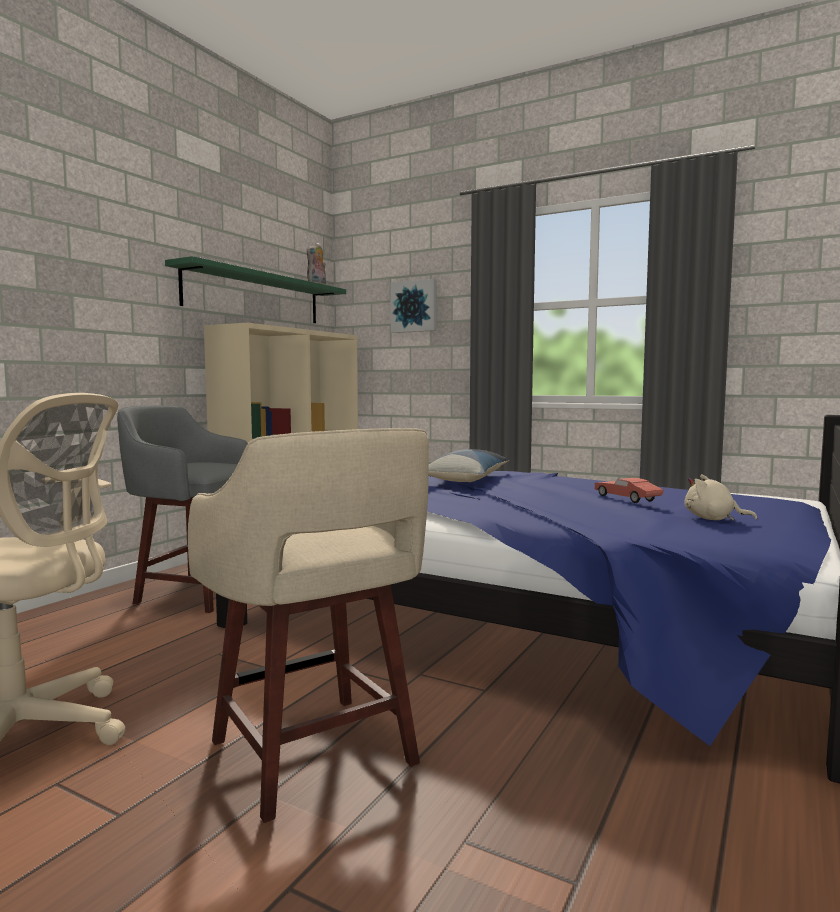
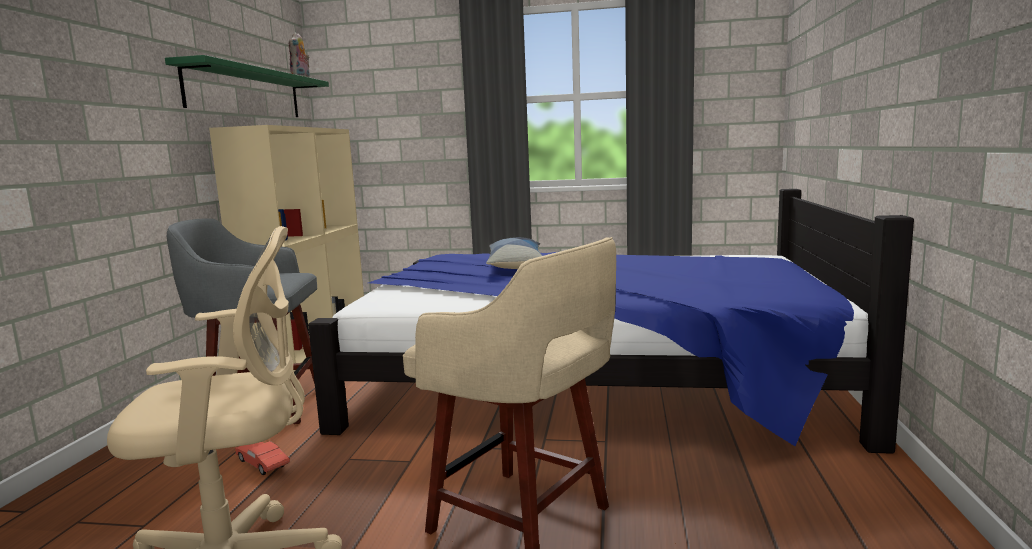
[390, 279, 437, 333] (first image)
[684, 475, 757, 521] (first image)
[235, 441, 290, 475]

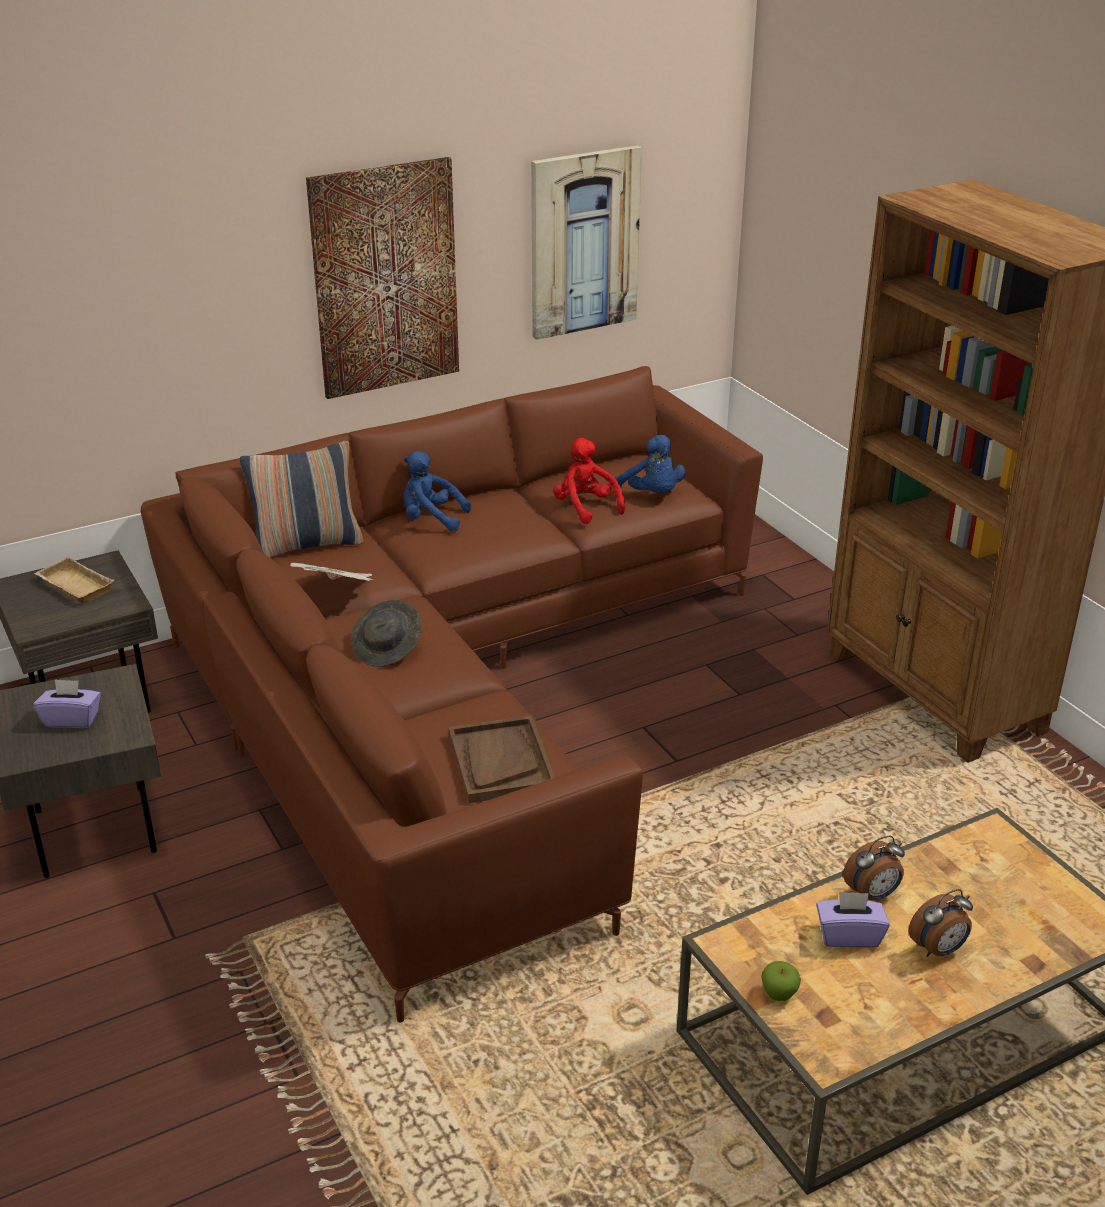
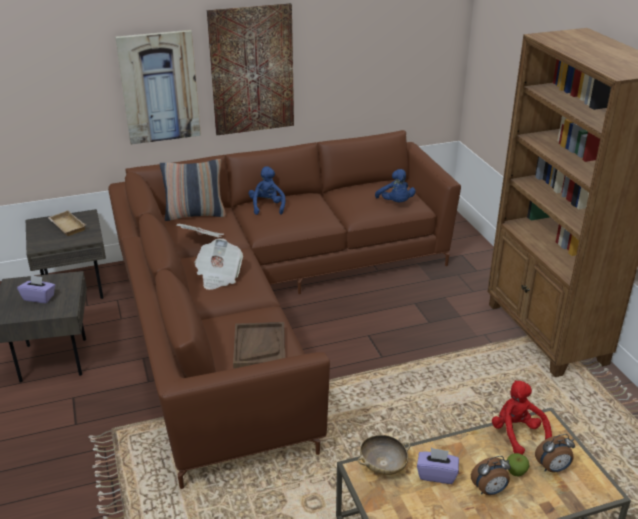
[358, 435, 410, 475]
[115, 30, 201, 145]
[492, 380, 552, 455]
[507, 453, 530, 476]
[535, 434, 575, 473]
[195, 238, 243, 290]
[249, 166, 286, 215]

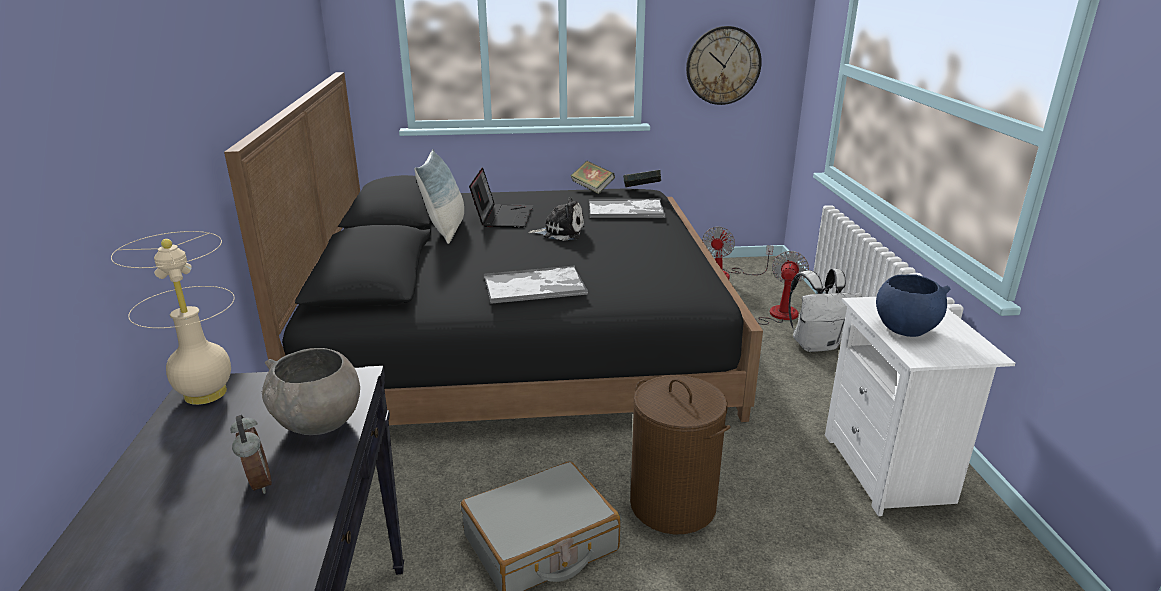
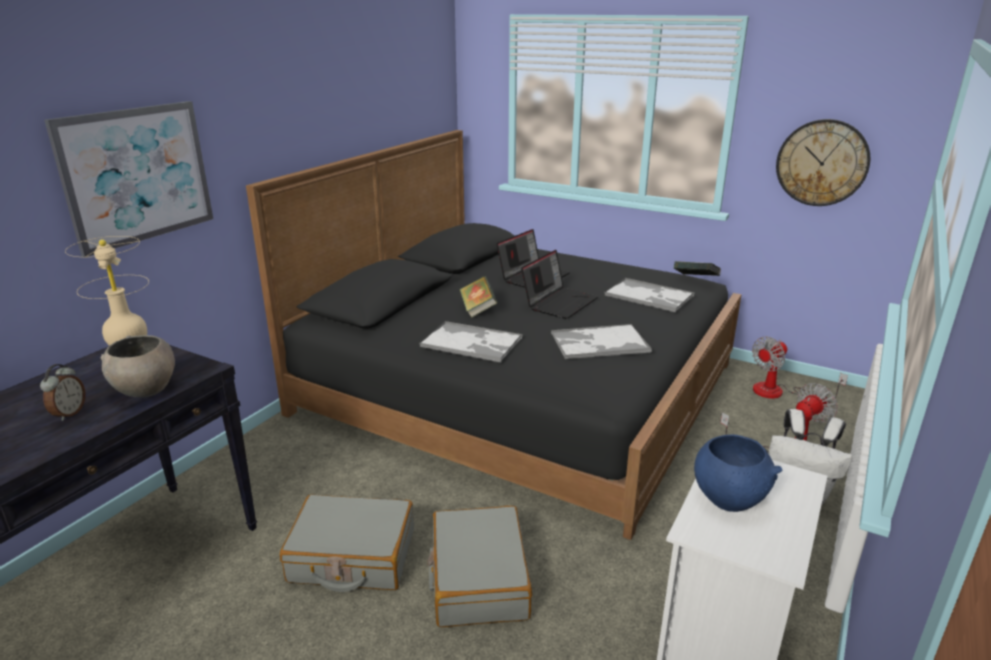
[414, 149, 464, 244] (first image)
[44, 101, 213, 257]
[551, 324, 652, 359]
[459, 276, 498, 318]
[521, 250, 598, 319]
[427, 506, 532, 627]

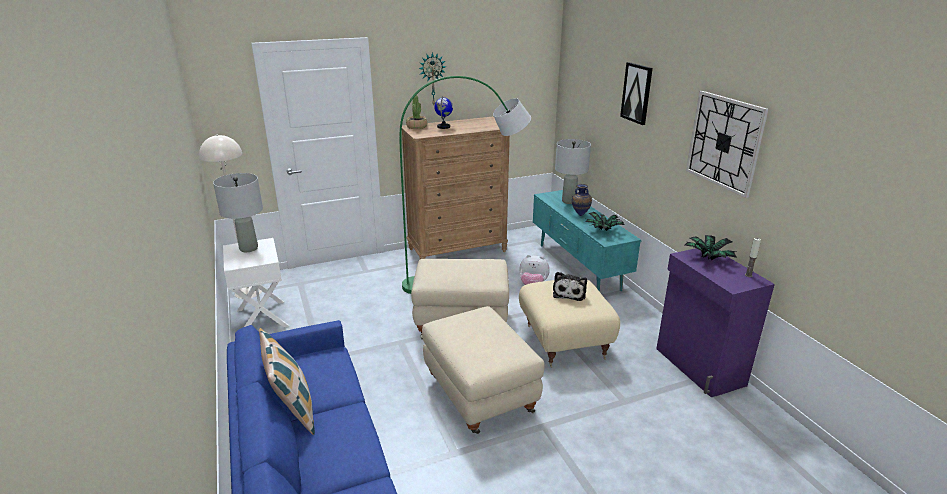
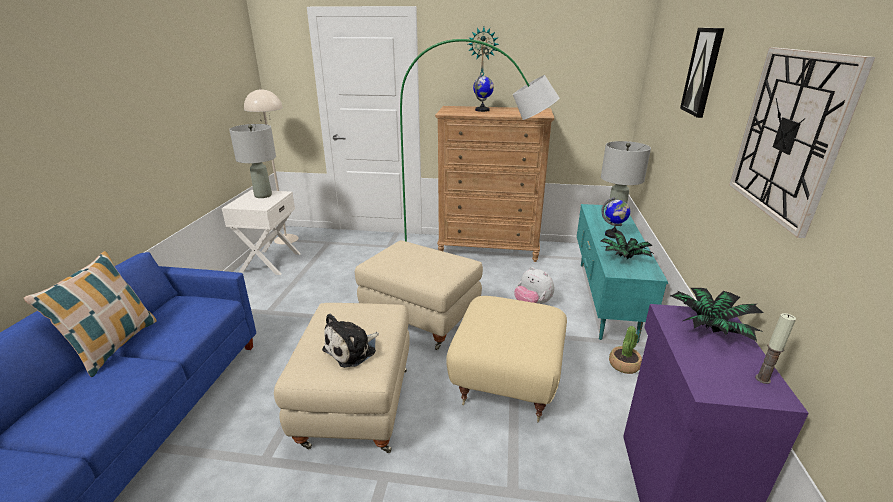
[609, 326, 642, 374]
[322, 313, 379, 368]
[601, 197, 630, 238]

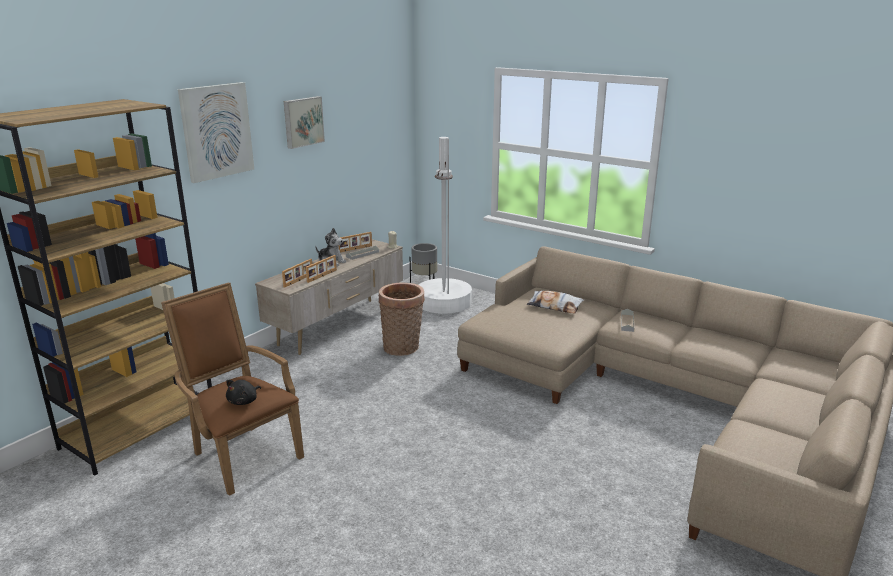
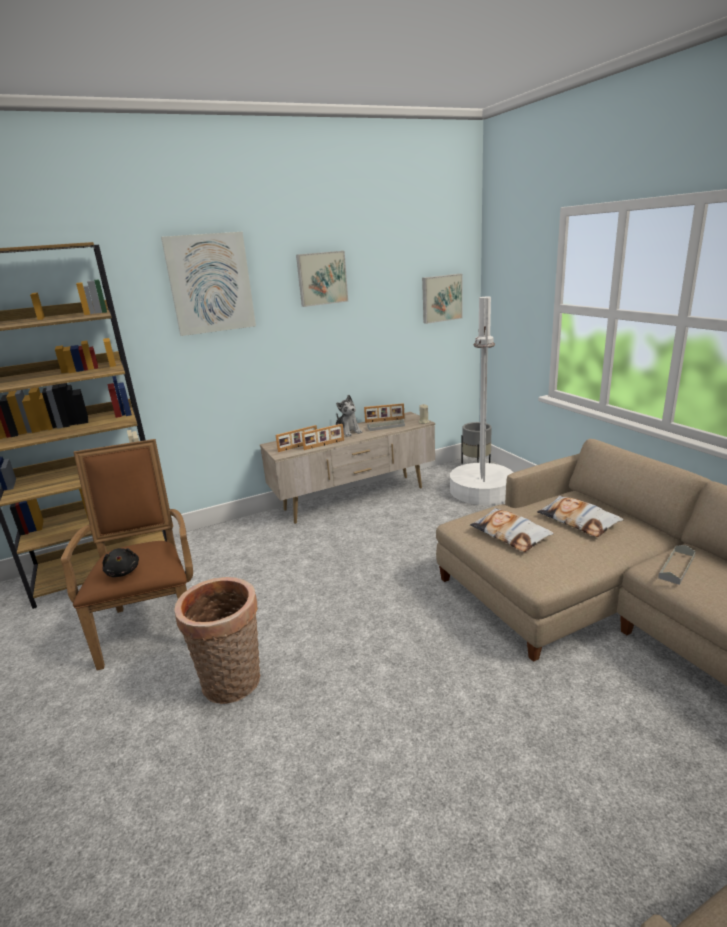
[422, 274, 463, 324]
[470, 508, 554, 552]
[174, 577, 260, 704]
[103, 548, 139, 577]

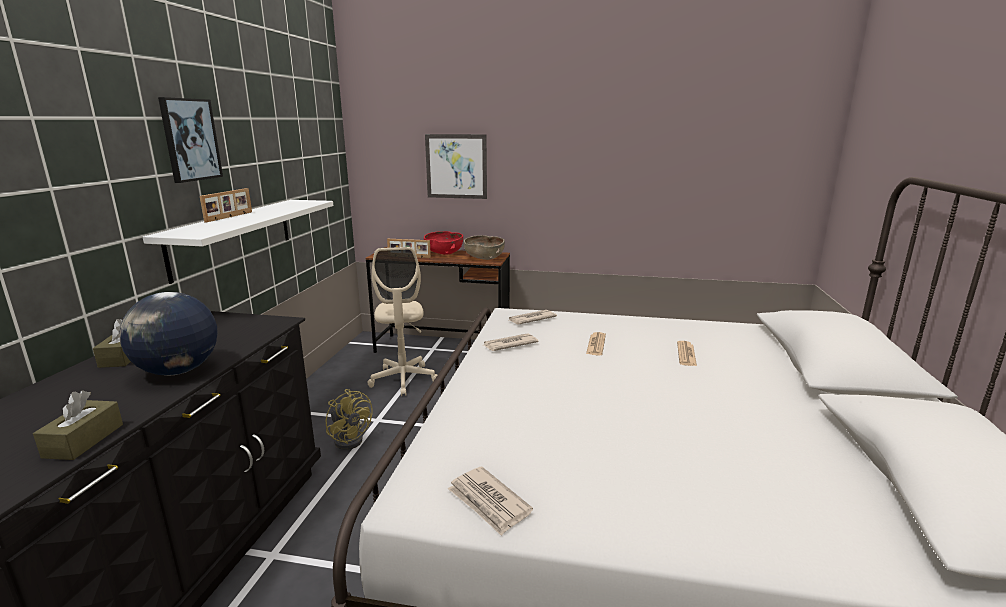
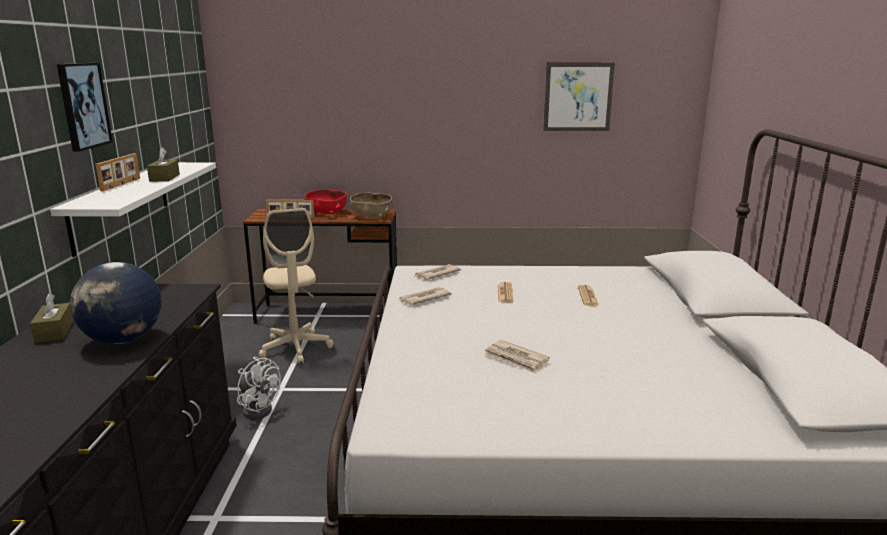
[147, 147, 180, 182]
[543, 62, 615, 131]
[484, 340, 550, 373]
[237, 357, 281, 419]

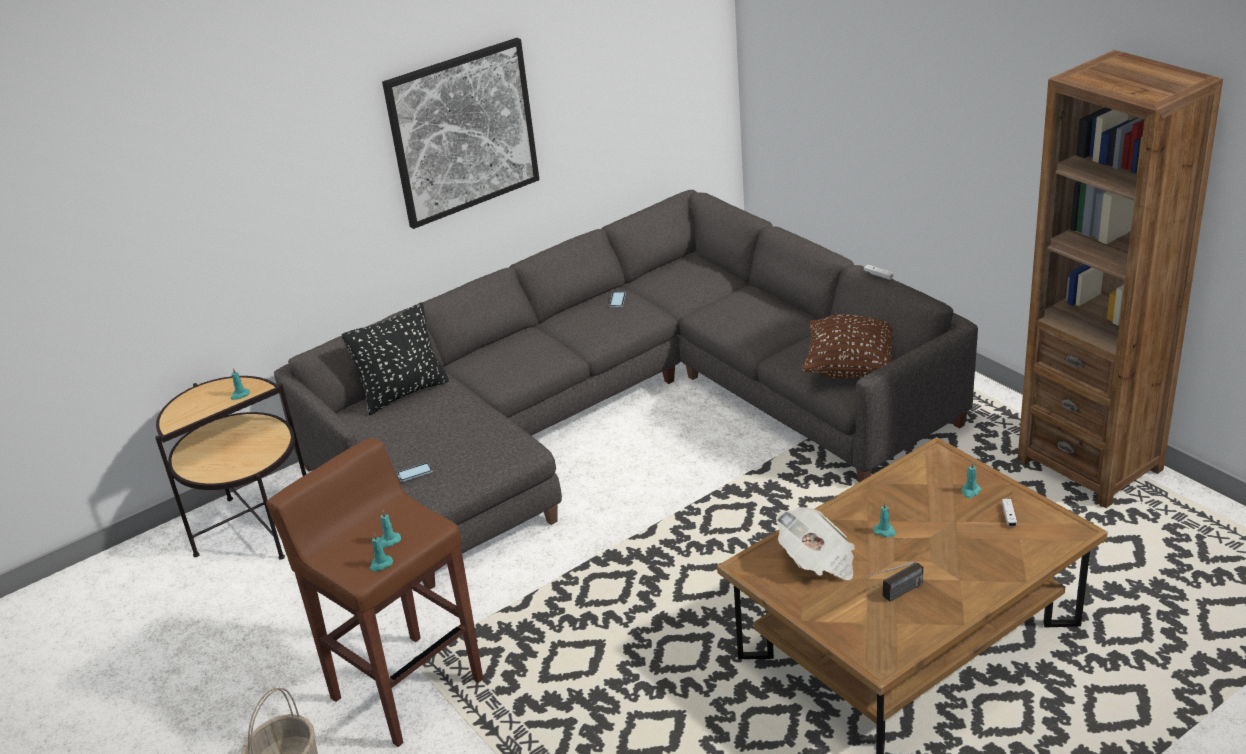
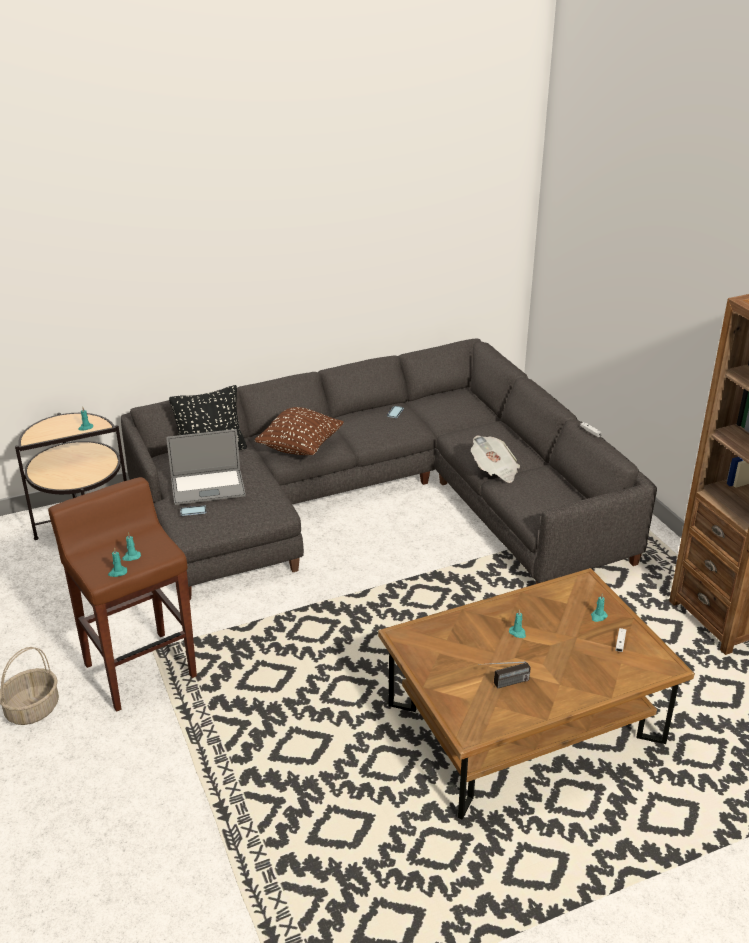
[382, 38, 540, 229] (first image)
[166, 429, 246, 505]
[471, 435, 520, 483]
[255, 407, 344, 455]

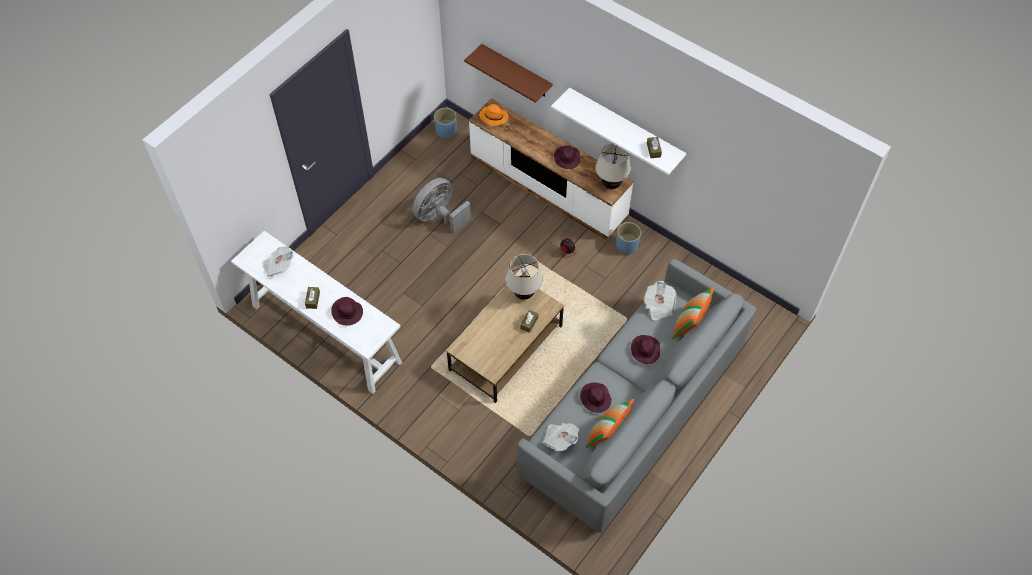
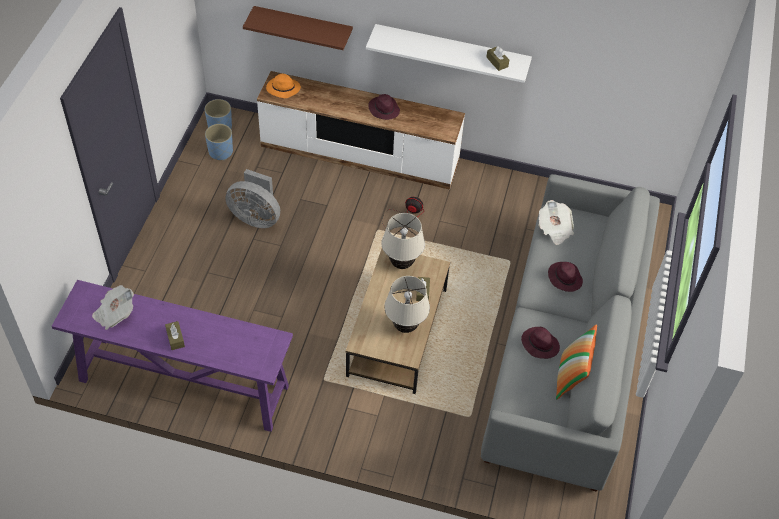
[331, 297, 363, 326] (first image)
[543, 423, 579, 451] (first image)
[672, 286, 715, 340] (first image)
[384, 276, 430, 333]
[205, 124, 233, 160]
[52, 280, 293, 432]
[225, 169, 280, 228]

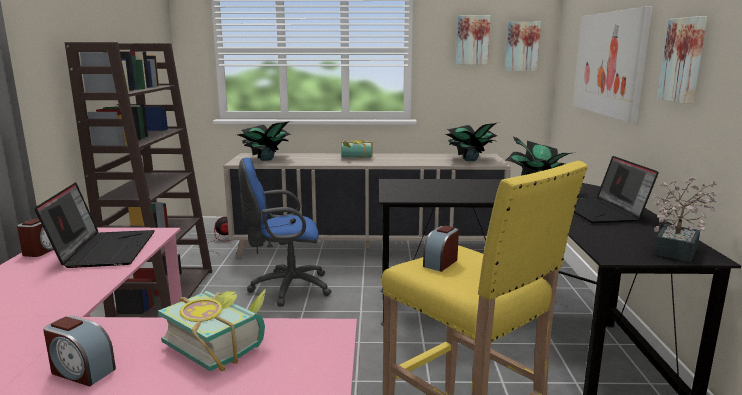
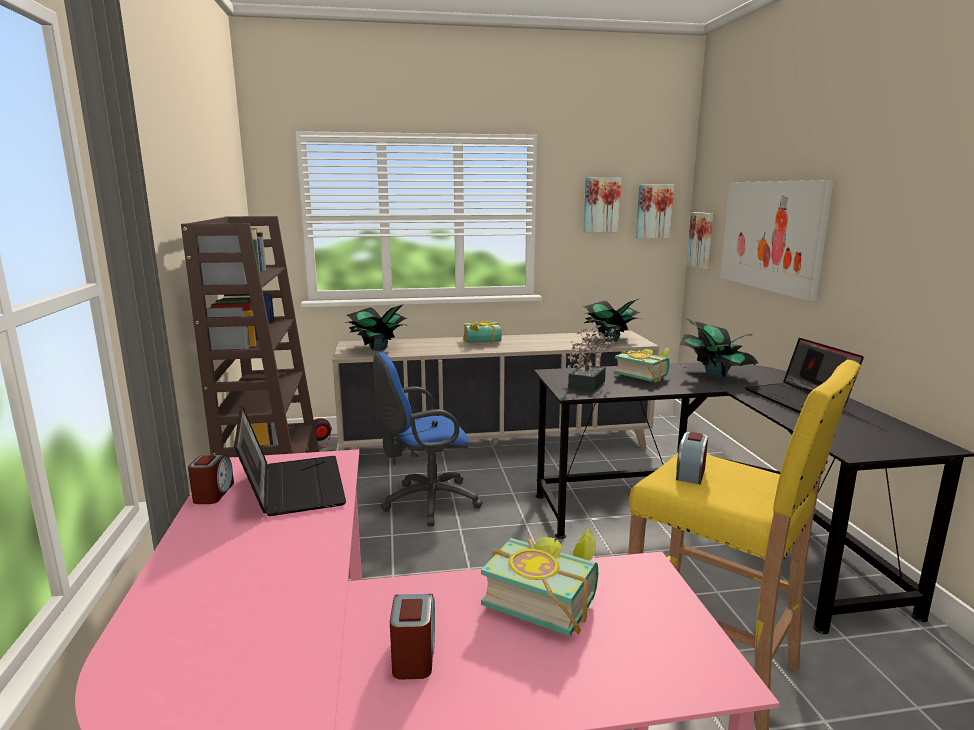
[614, 347, 670, 383]
[567, 325, 615, 392]
[686, 212, 713, 269]
[390, 594, 435, 680]

